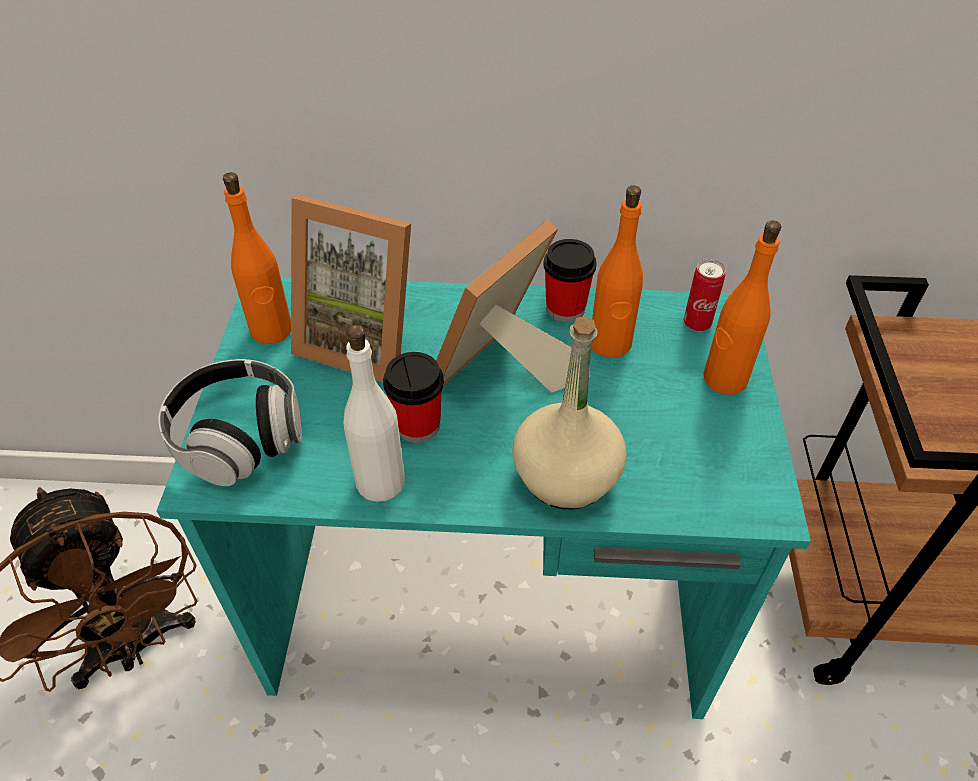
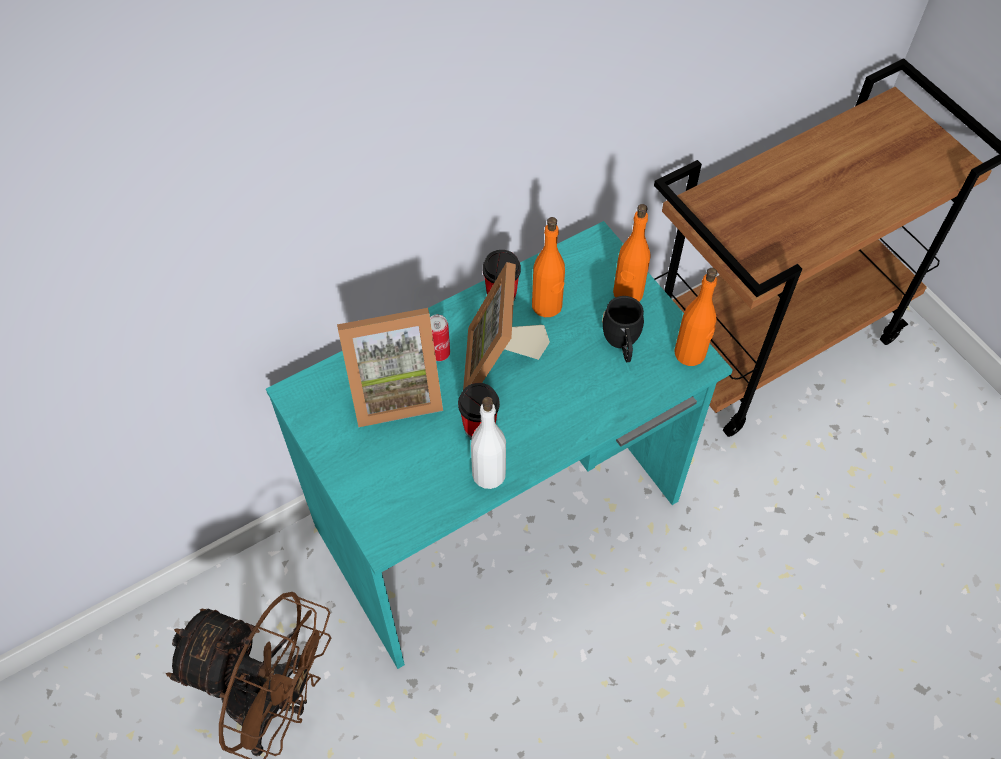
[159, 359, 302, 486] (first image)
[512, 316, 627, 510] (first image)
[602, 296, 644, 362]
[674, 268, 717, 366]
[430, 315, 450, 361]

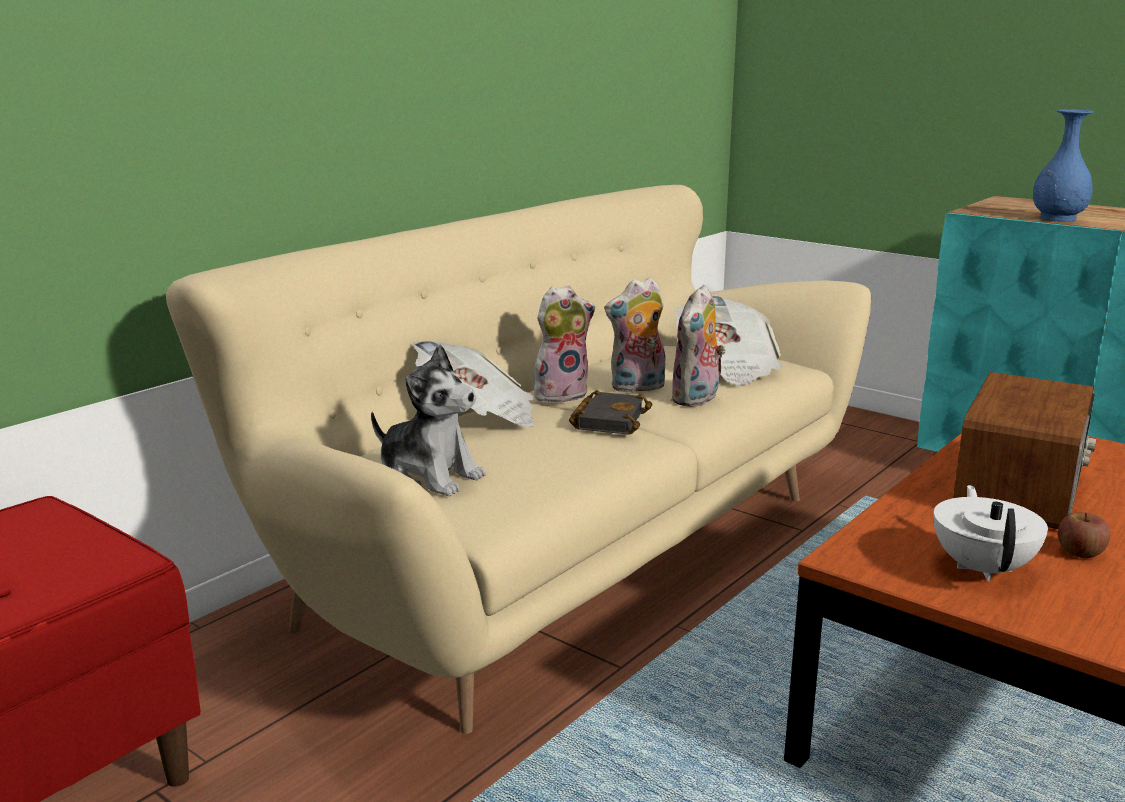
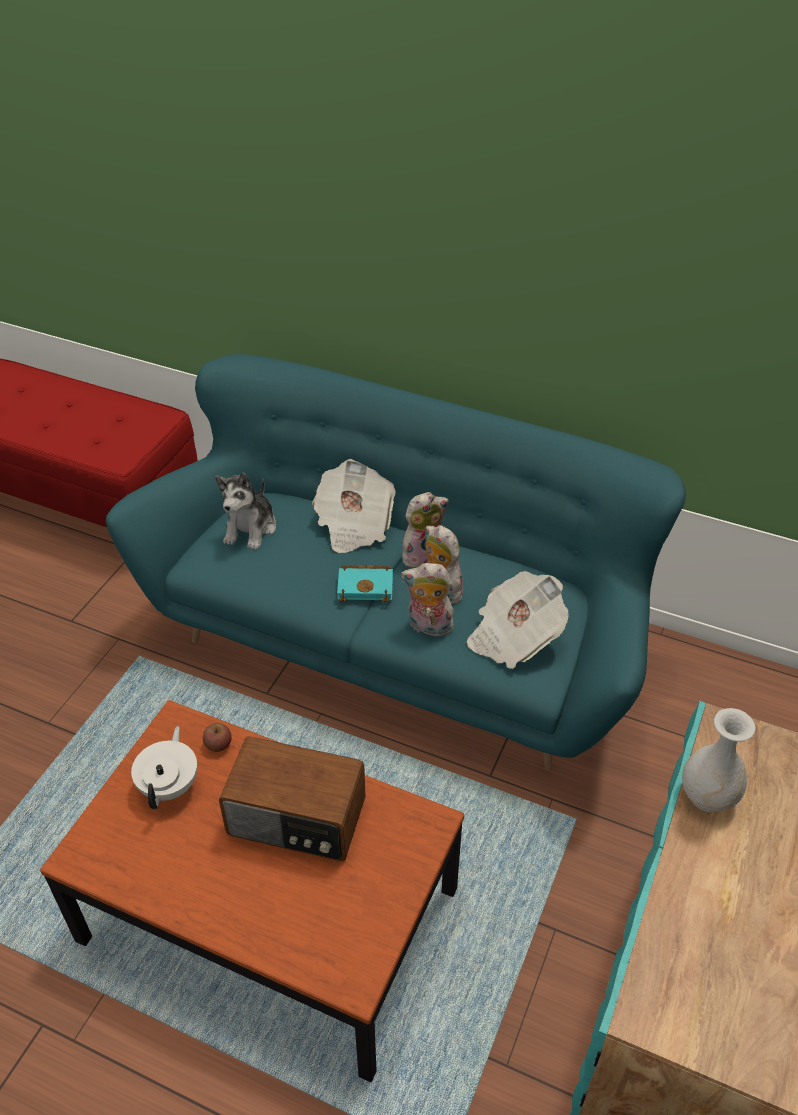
[203, 723, 232, 752]
[106, 354, 686, 771]
[337, 565, 393, 603]
[682, 708, 756, 812]
[402, 492, 449, 569]
[131, 726, 197, 809]

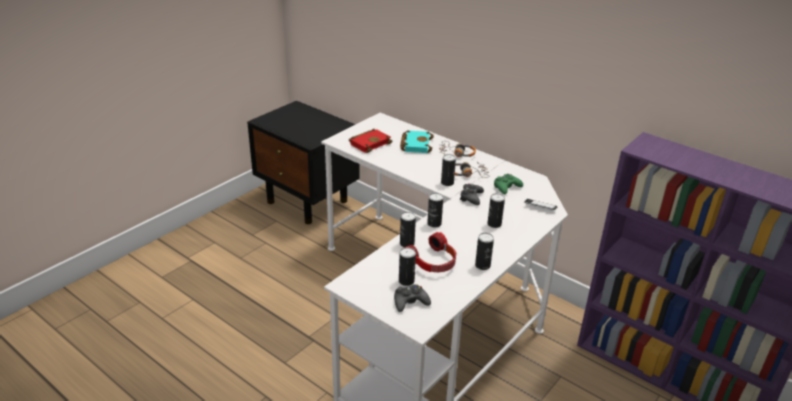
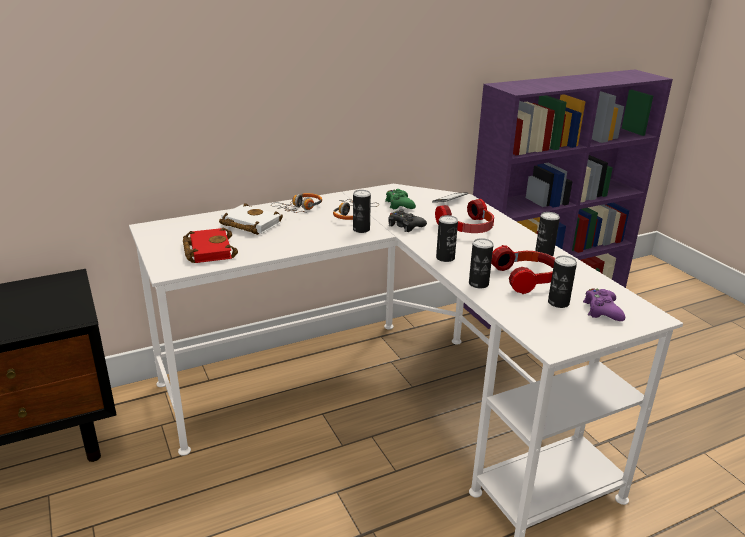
[435, 199, 494, 233]
[583, 289, 625, 321]
[219, 203, 283, 235]

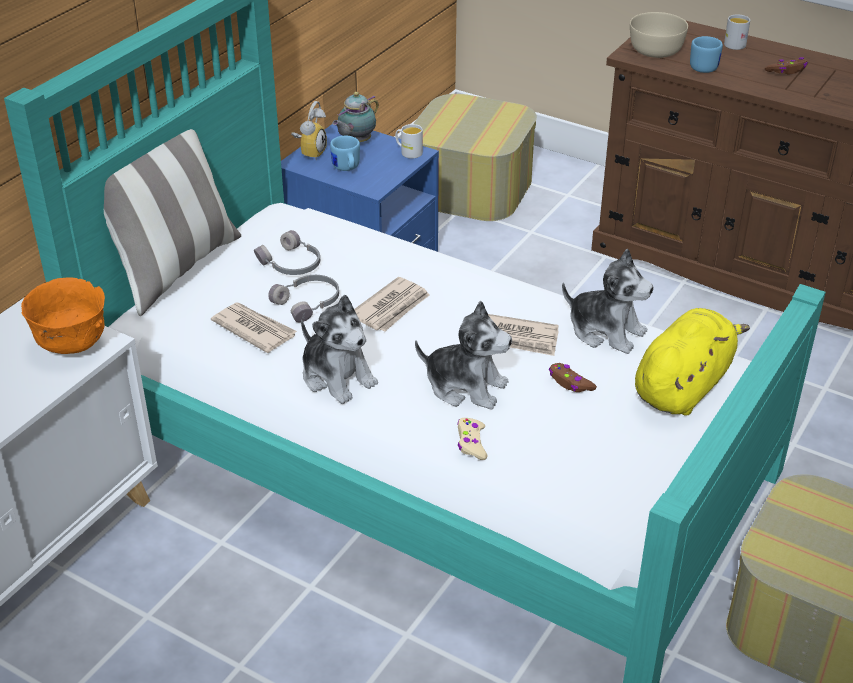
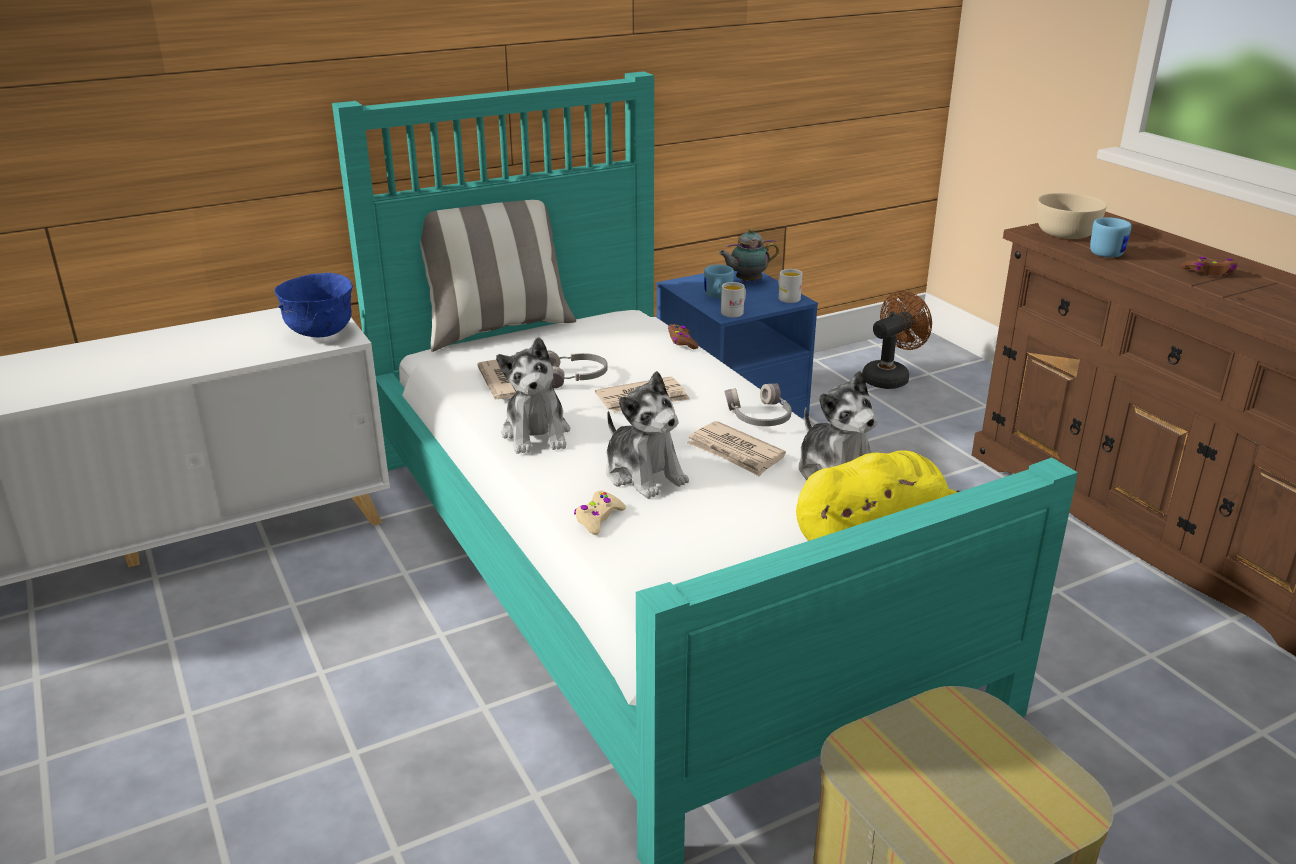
[291, 101, 327, 159] (first image)
[724, 384, 792, 426]
[668, 324, 698, 349]
[721, 282, 746, 317]
[862, 291, 932, 389]
[275, 273, 353, 337]

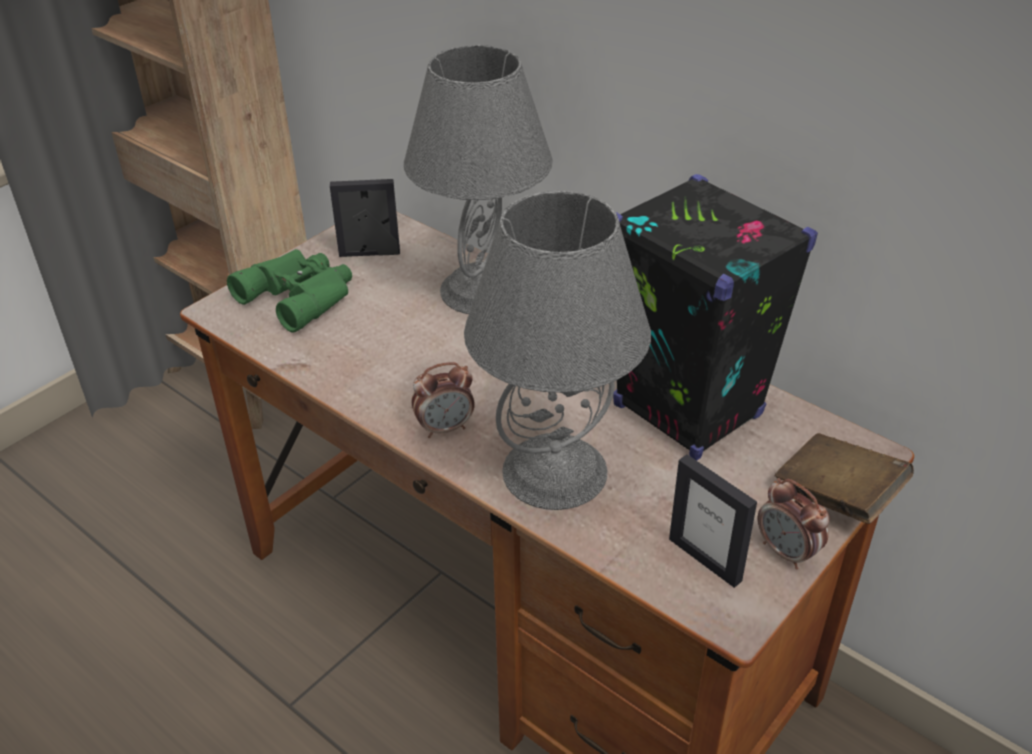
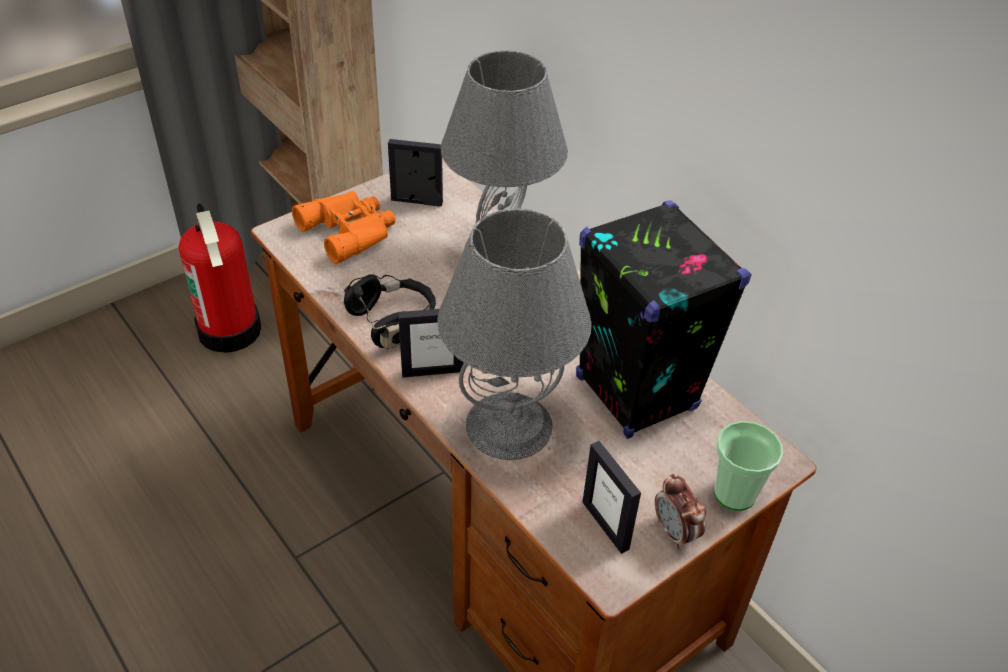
[179, 204, 261, 353]
[344, 274, 436, 350]
[398, 309, 464, 378]
[714, 421, 783, 511]
[292, 191, 395, 264]

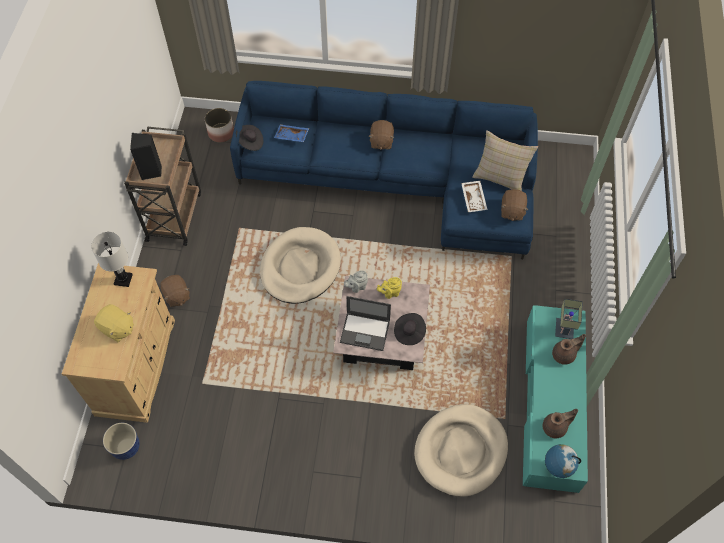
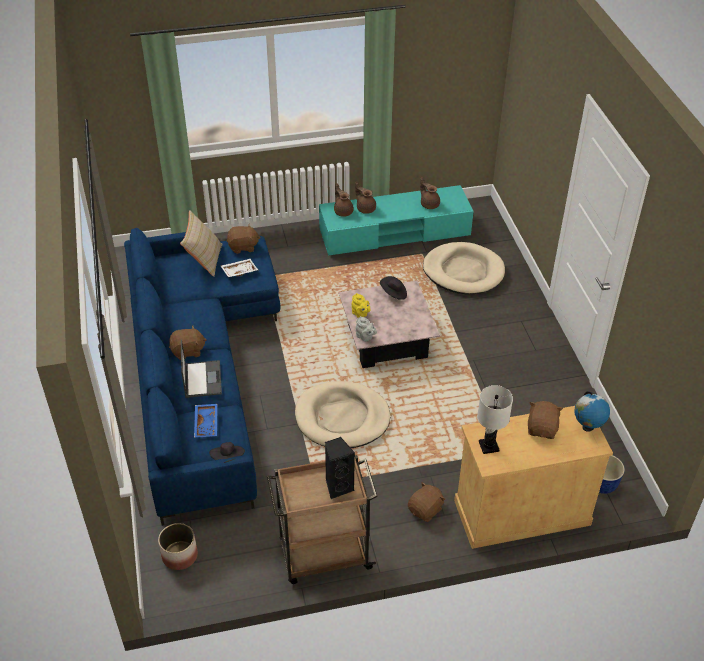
[181, 339, 222, 398]
[575, 391, 610, 432]
[334, 183, 354, 217]
[528, 401, 563, 439]

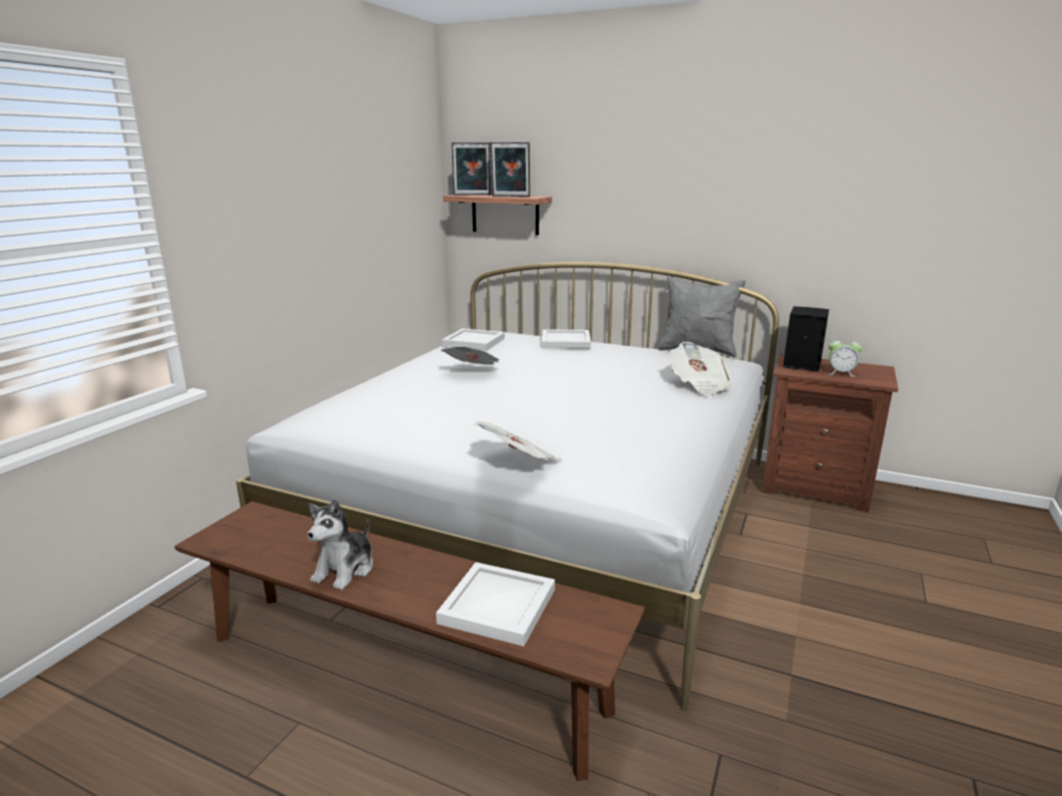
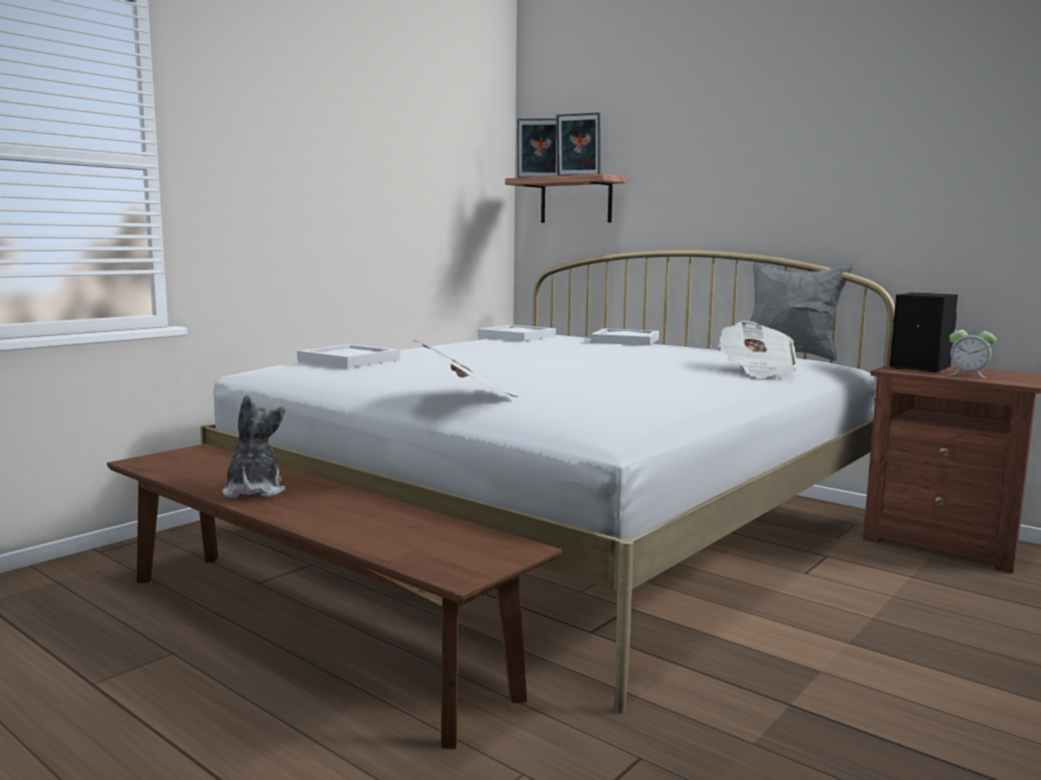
[441, 347, 499, 365] (first image)
[297, 344, 400, 368]
[222, 395, 286, 498]

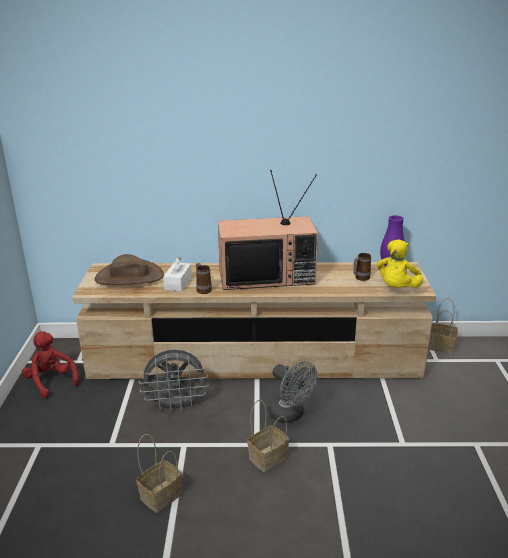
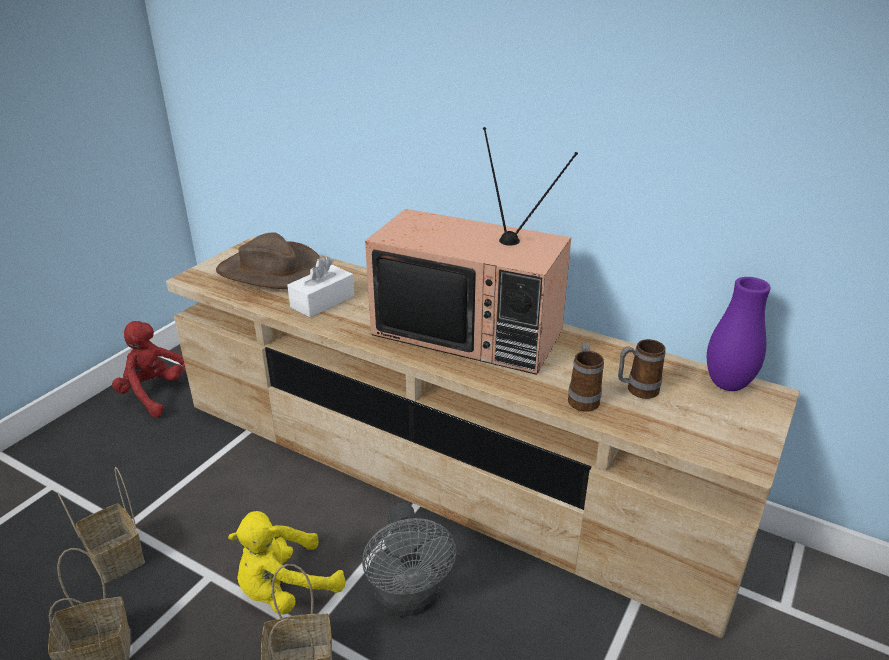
[139, 350, 209, 411] (first image)
[568, 343, 604, 412]
[228, 511, 346, 615]
[57, 467, 145, 583]
[112, 321, 186, 417]

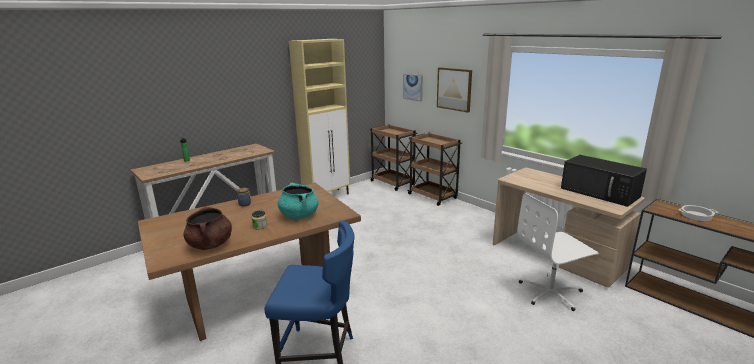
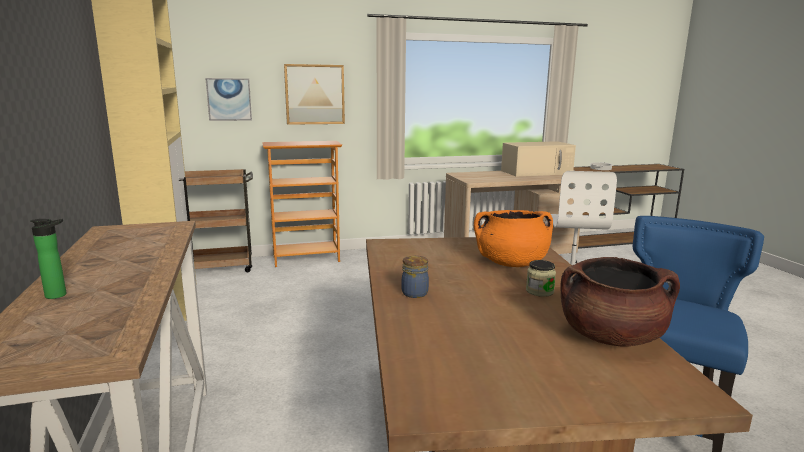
[262, 141, 342, 267]
[474, 210, 553, 267]
[501, 141, 576, 177]

